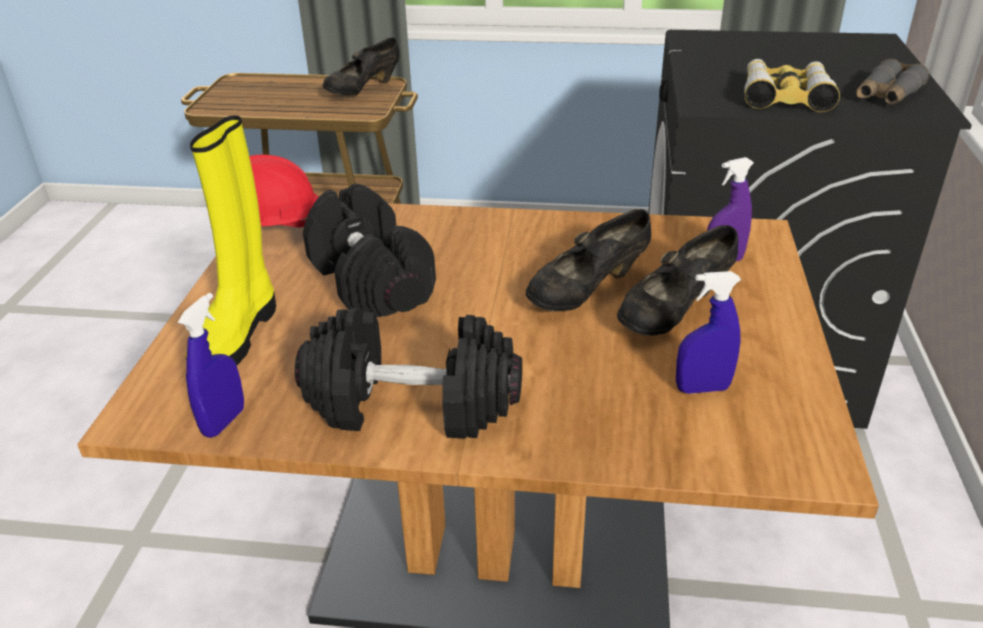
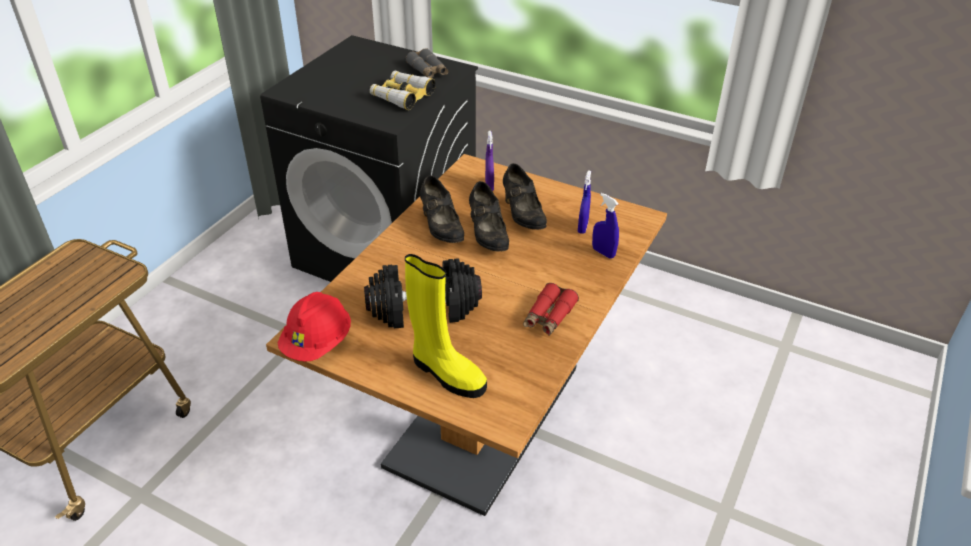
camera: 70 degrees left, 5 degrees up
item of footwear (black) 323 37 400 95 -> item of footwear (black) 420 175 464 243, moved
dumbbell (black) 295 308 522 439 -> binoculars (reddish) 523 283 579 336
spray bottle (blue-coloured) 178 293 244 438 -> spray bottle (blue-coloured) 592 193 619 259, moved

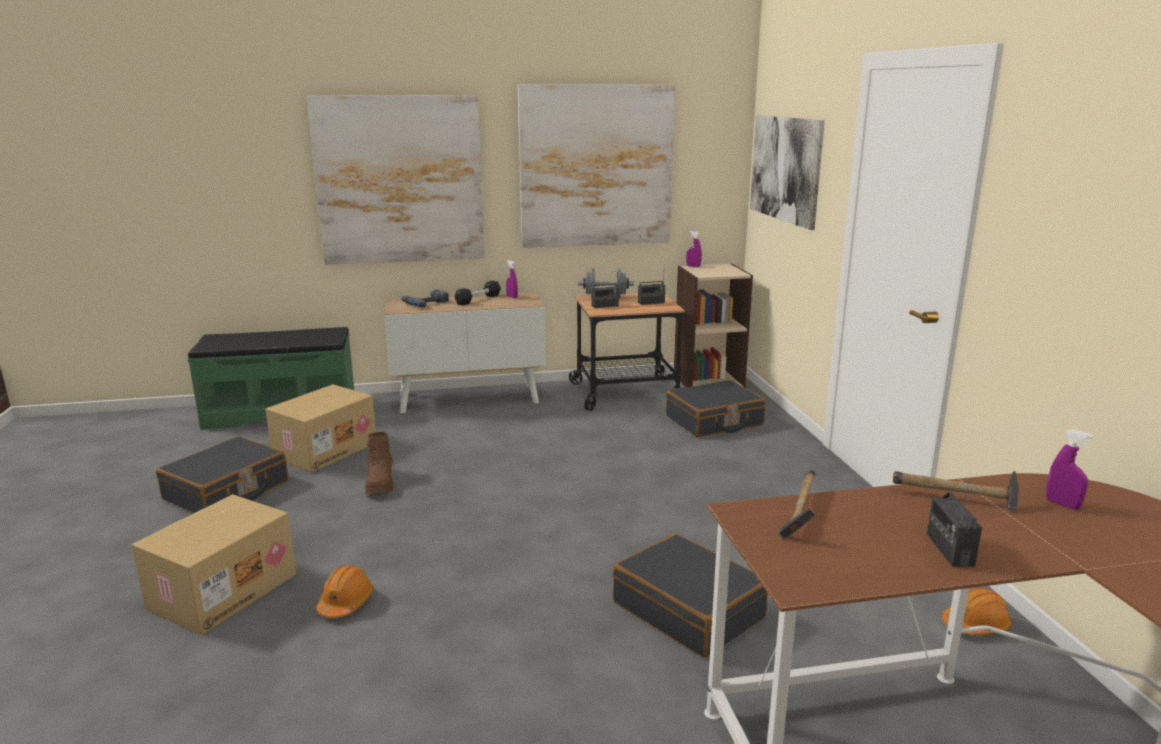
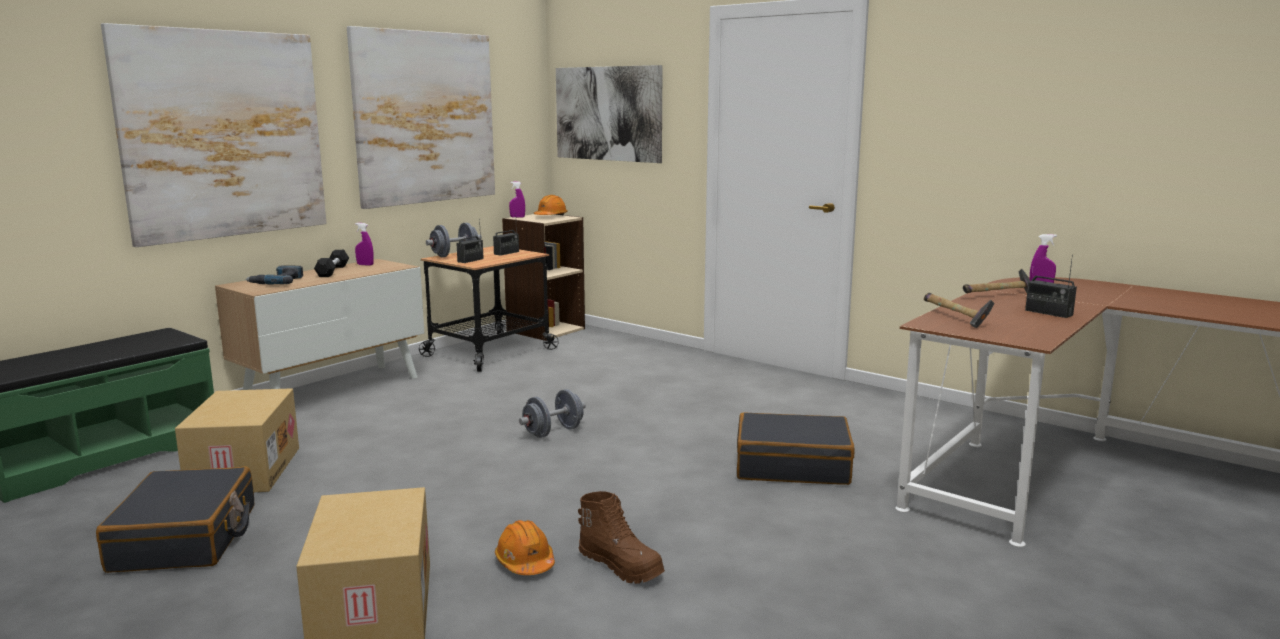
camera: 40 degrees left, 5 degrees down
none -> dumbbell (greyish) 519 389 586 438
work helmet (orange) 942 588 1012 635 -> work helmet (orange) 534 195 568 215, moved
boot (brownish) 365 432 395 494 -> boot (brownish) 578 491 665 584, moved
travel case (black) 666 380 766 437 -> none

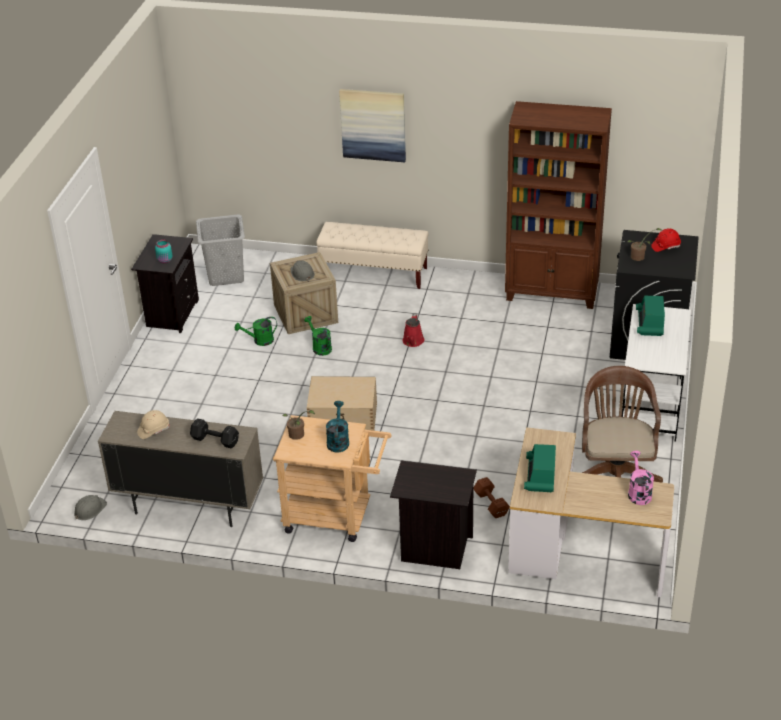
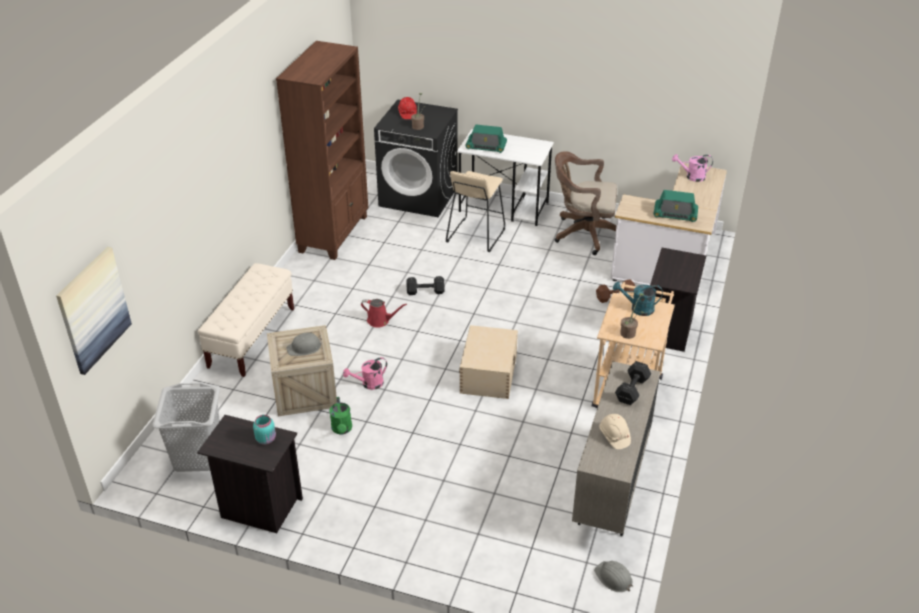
camera: 85 degrees left, 0 degrees up
picture 339 89 406 162 -> picture 56 247 132 375, moved
watering pot (greenish) 304 316 332 356 -> watering pot (pink) 343 357 387 390
none -> dumbbell (black) 406 276 445 295
none -> sitting stool (sand-coloured) 446 171 505 252

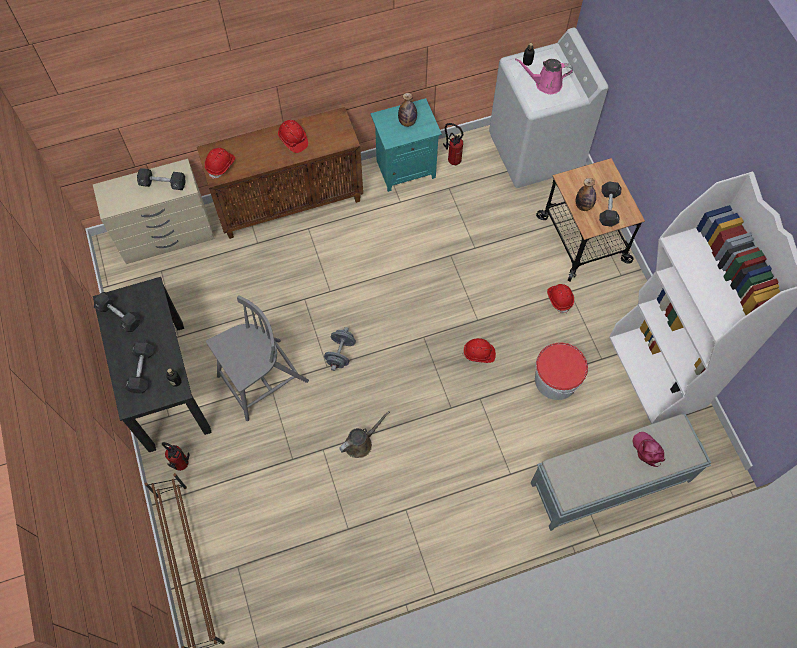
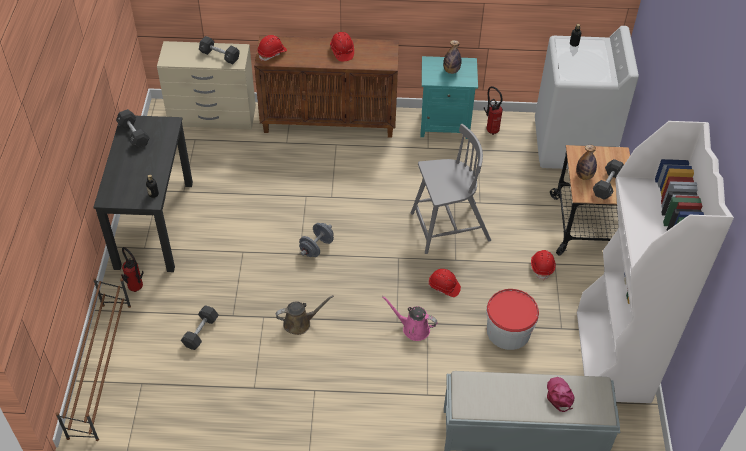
camera: 20 degrees right, 15 degrees down
dumbbell (black) 125 342 154 394 -> dumbbell (black) 181 305 219 350, moved
watering pot (pink) 515 58 573 94 -> watering pot (pink) 382 296 438 341, moved
plain chair (greyish) 206 295 309 421 -> plain chair (greyish) 411 124 491 254, moved

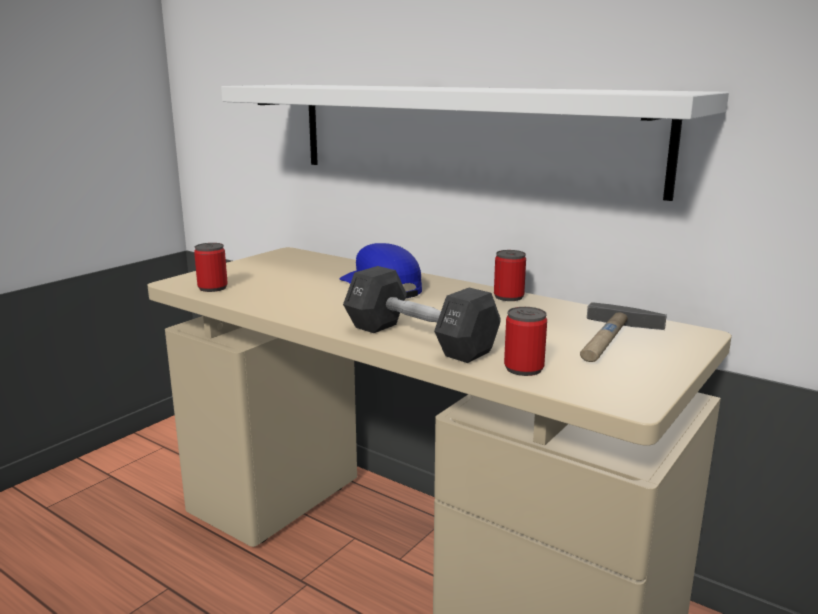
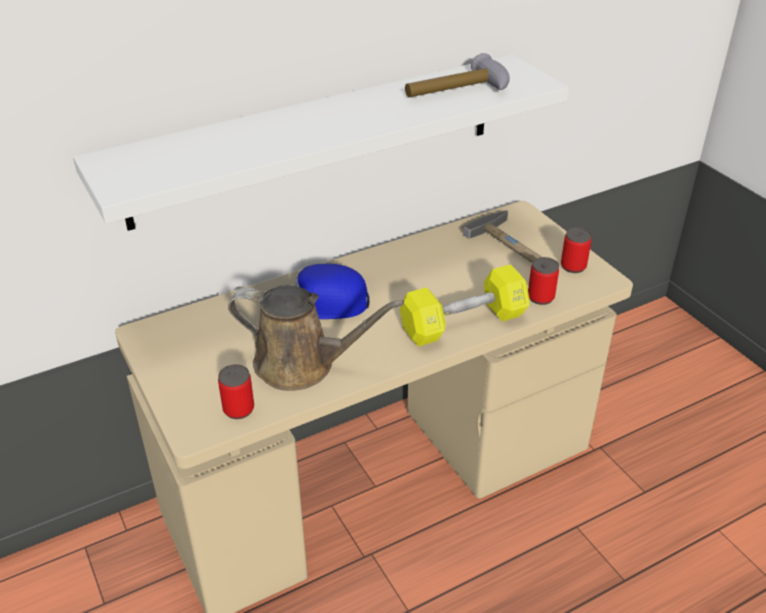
camera: 65 degrees left, 20 degrees up
none -> watering pot (brownish) 228 285 404 391
dumbbell (black) 343 266 501 363 -> dumbbell (yellowish) 400 265 530 346
none -> tool hammer 405 53 510 97
sealed can 494 250 526 301 -> sealed can 561 227 592 273, moved

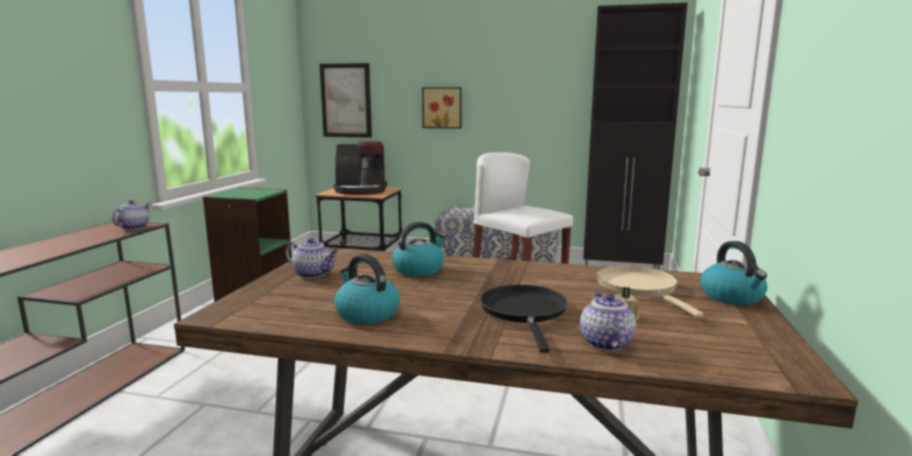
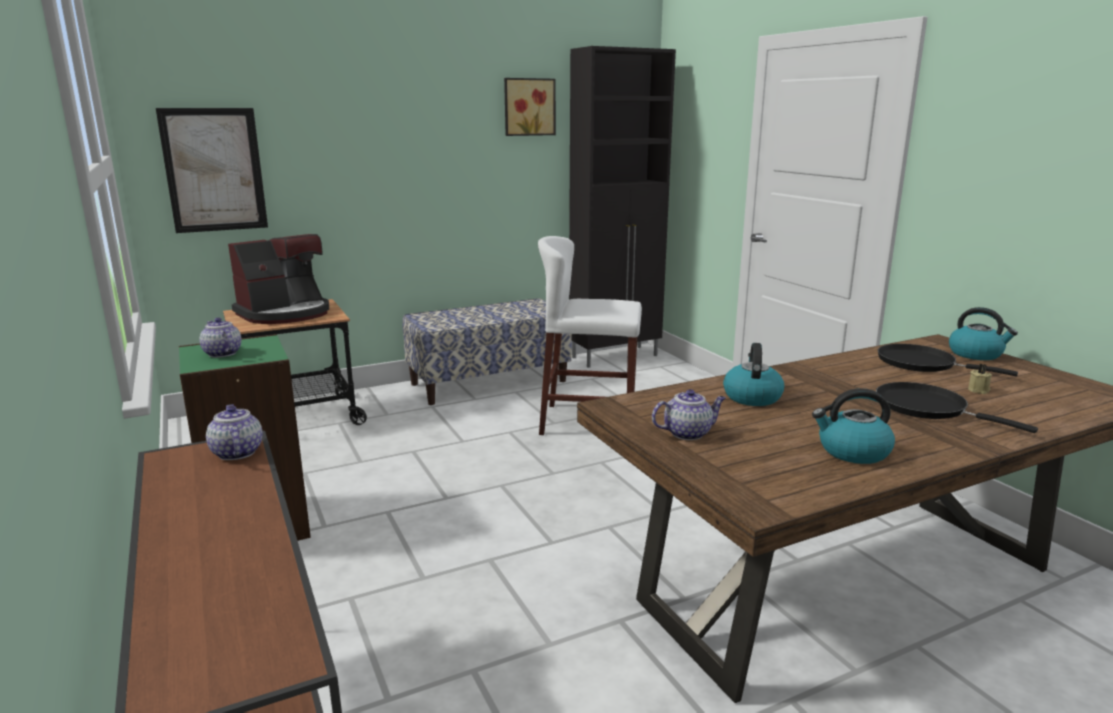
camera: 40 degrees left, 5 degrees up
teapot 580 292 636 351 -> teapot 199 318 242 358, moved
picture 422 87 461 129 -> picture 504 78 556 136, moved
pan (sand-coloured) 596 265 704 318 -> pan (black) 878 344 1018 376

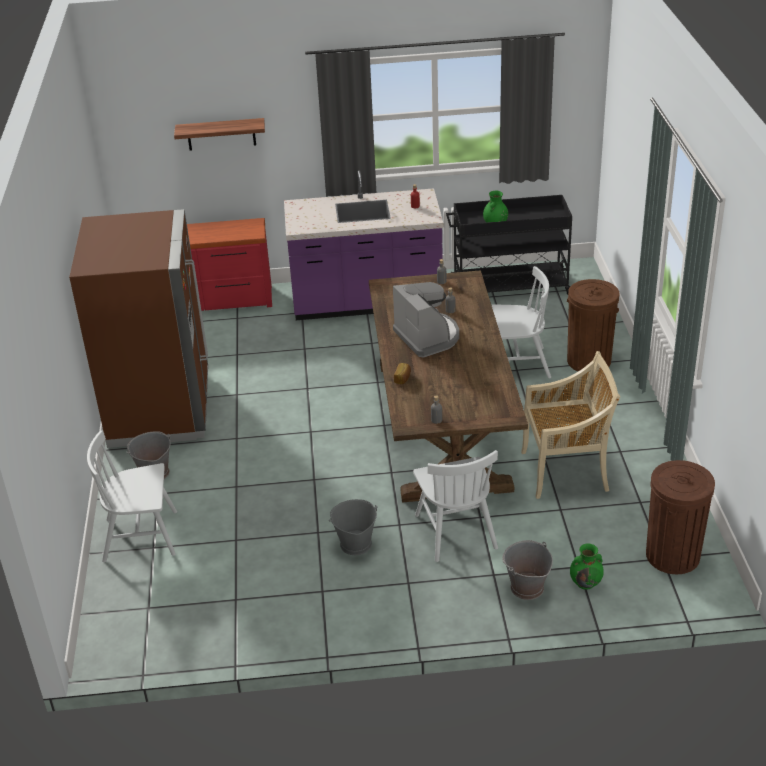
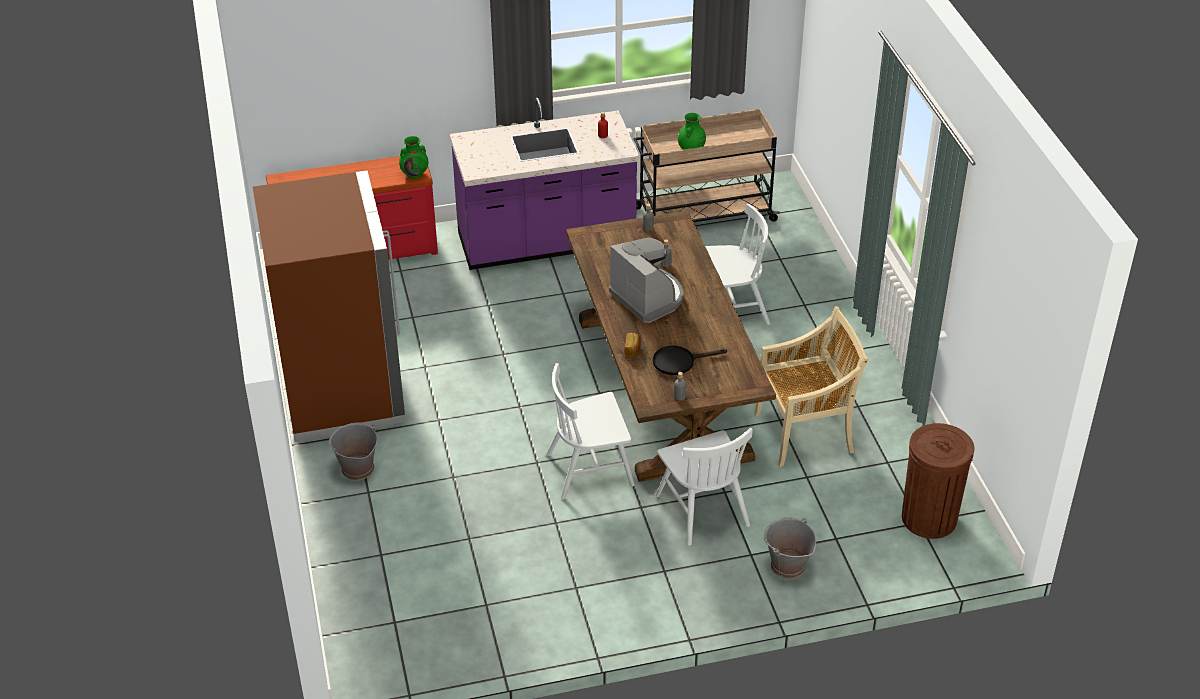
camera: 10 degrees left, 5 degrees up
decorative vase (greenish) 570 543 604 590 -> decorative vase (greenish) 399 136 428 179, moved
plain chair (whitish) 87 430 177 562 -> plain chair (whitish) 546 363 635 499, moved
trolley (black) 446 195 572 294 -> trolley (sand-coloured) 634 109 780 222
none -> pan (black) 653 346 727 375
wall shelf 174 118 265 151 -> none
water bucket (greyish) 329 499 378 555 -> none
trash can (brownish) 567 279 619 371 -> none

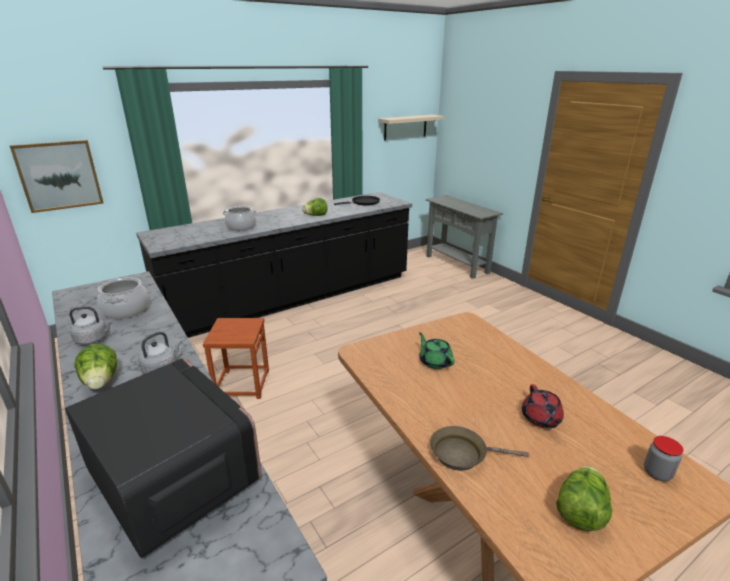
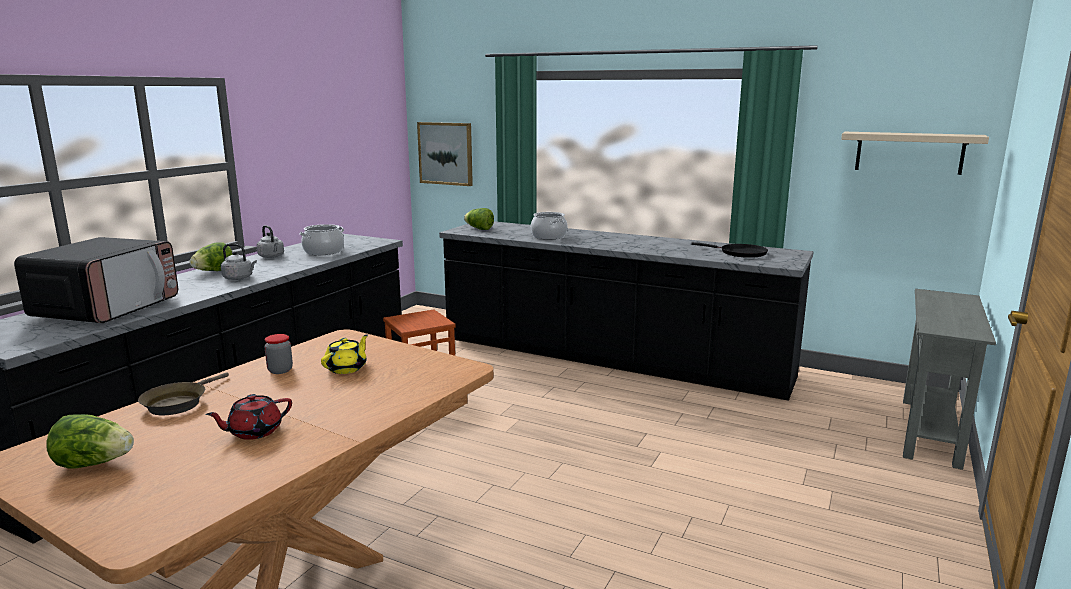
camera: 60 degrees right, 10 degrees down
pan (brownish) 430 426 529 471 -> pan (brownish) 138 372 229 415, 135 degrees counterclockwise
jar 644 436 683 481 -> jar 264 334 293 374, moved
teapot (greenish) 419 332 455 369 -> teapot (yellowish) 321 334 368 374
head of lettuce 302 198 328 216 -> head of lettuce 464 208 494 230, moved

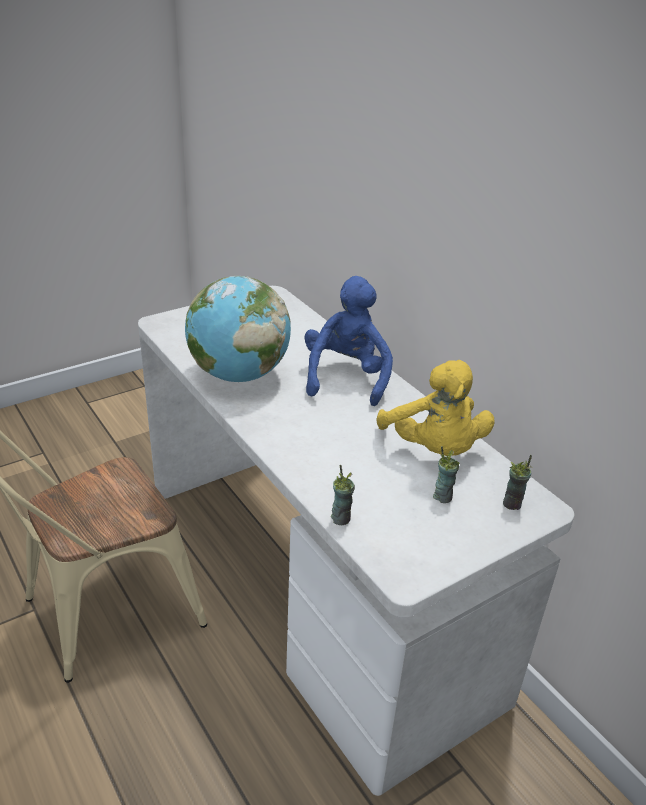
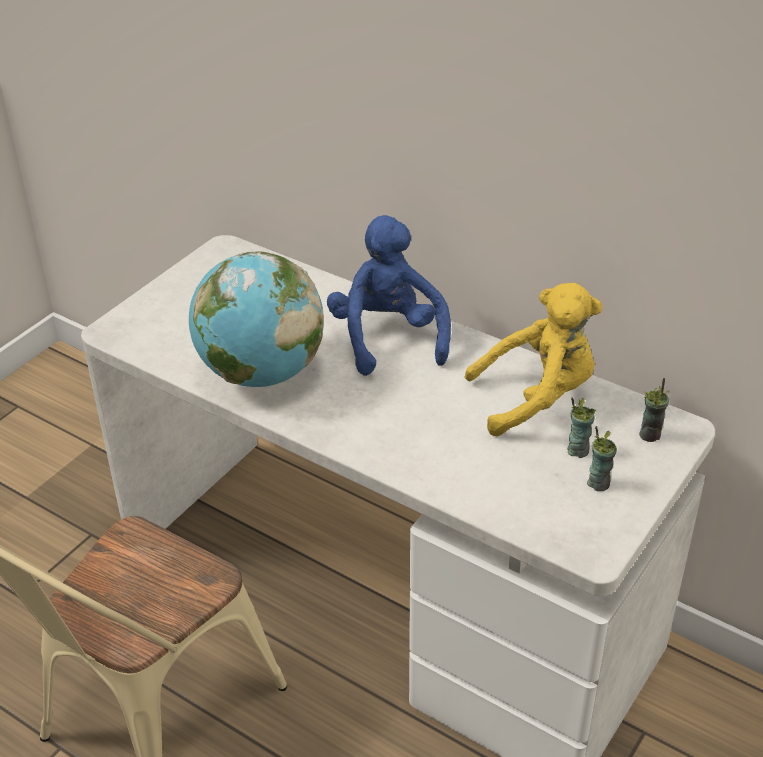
camera: 20 degrees left, 5 degrees up
cuddly toy (yellowish) 376 360 495 456 -> cuddly toy (yellowish) 464 283 602 437, 60 degrees counterclockwise
drinking cup 331 465 355 525 -> drinking cup 587 426 617 491, moved

